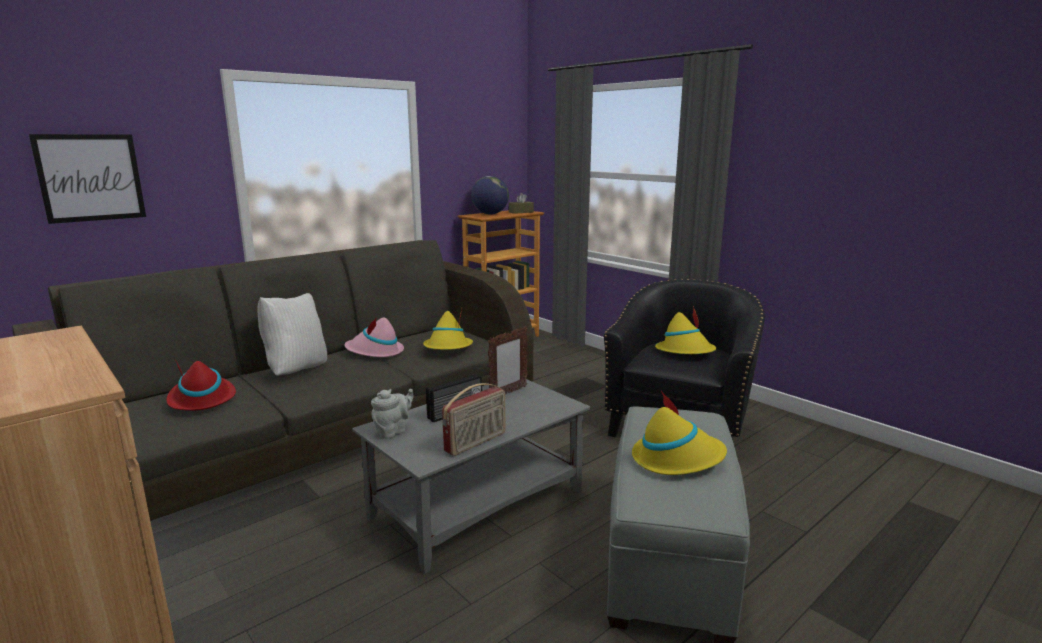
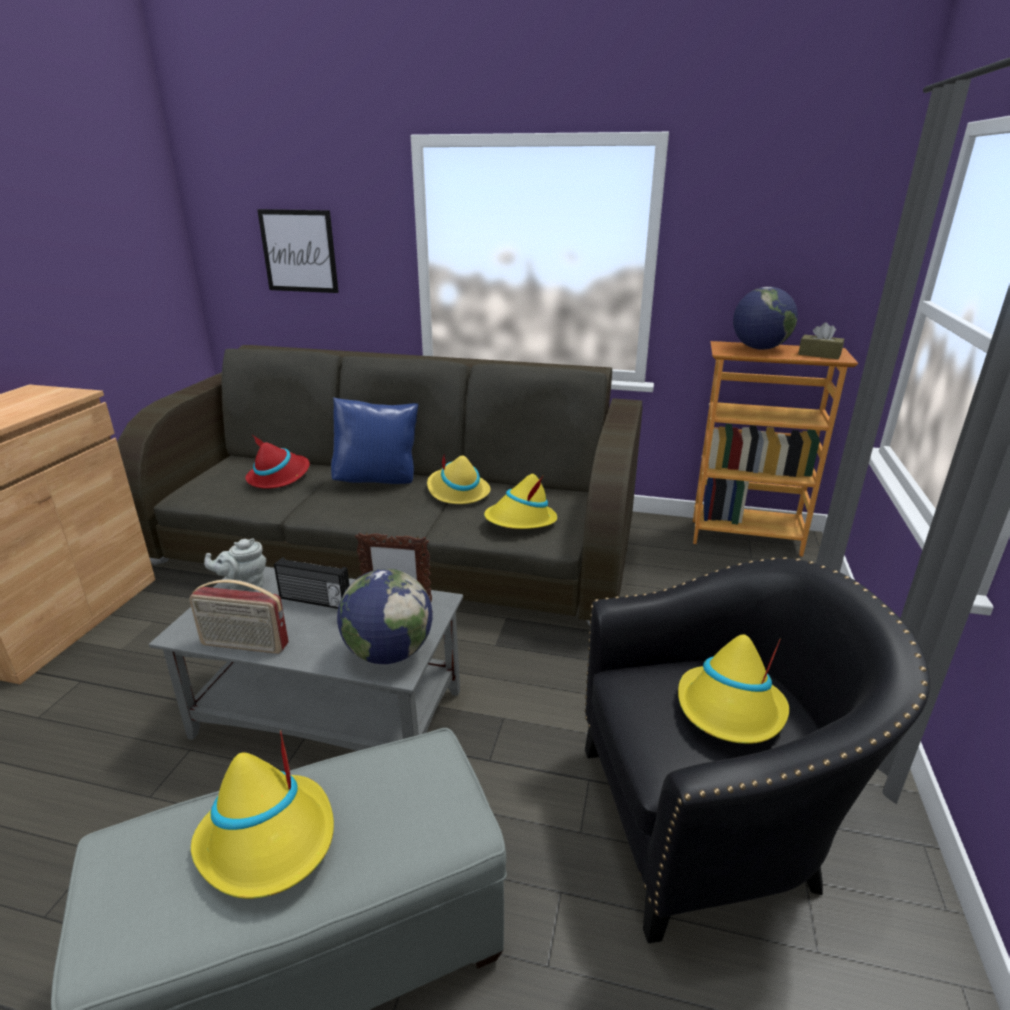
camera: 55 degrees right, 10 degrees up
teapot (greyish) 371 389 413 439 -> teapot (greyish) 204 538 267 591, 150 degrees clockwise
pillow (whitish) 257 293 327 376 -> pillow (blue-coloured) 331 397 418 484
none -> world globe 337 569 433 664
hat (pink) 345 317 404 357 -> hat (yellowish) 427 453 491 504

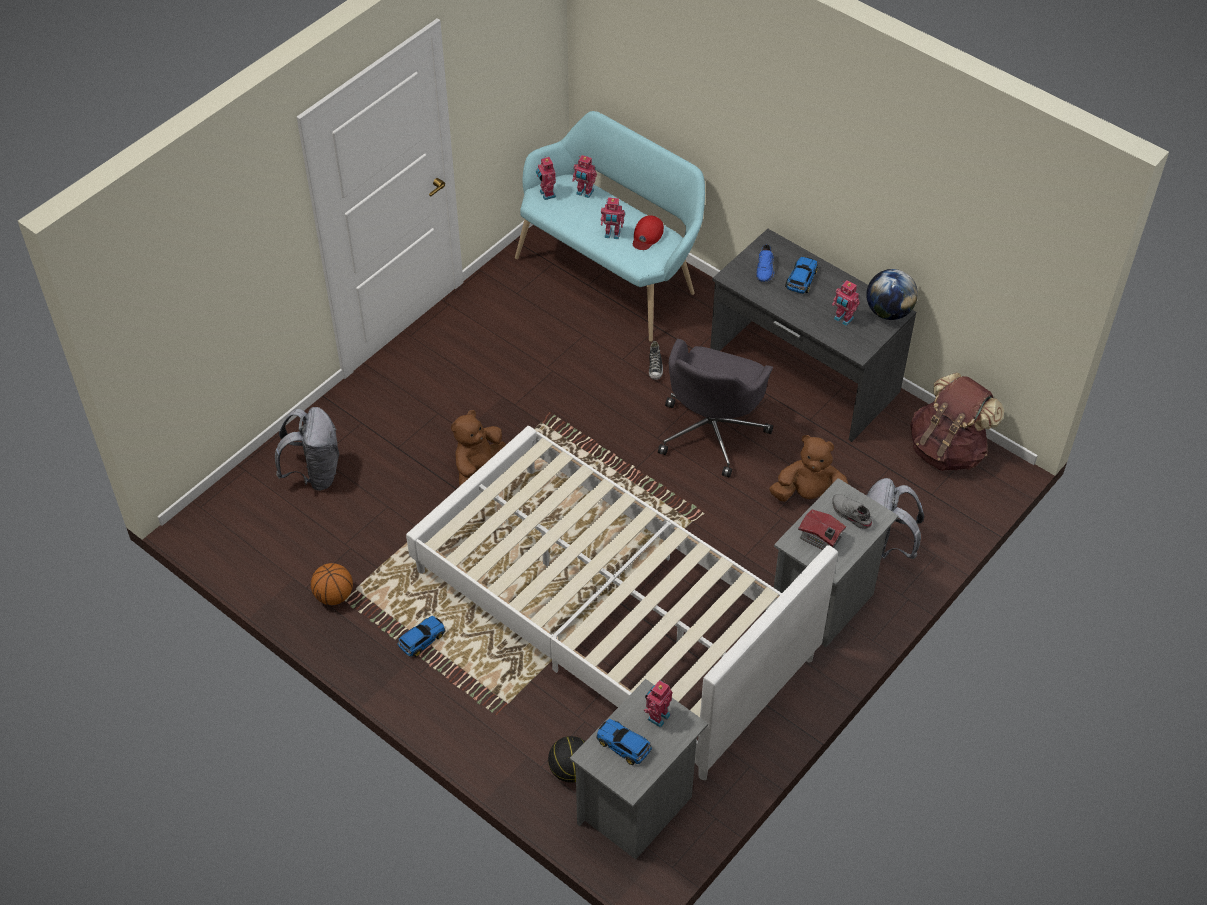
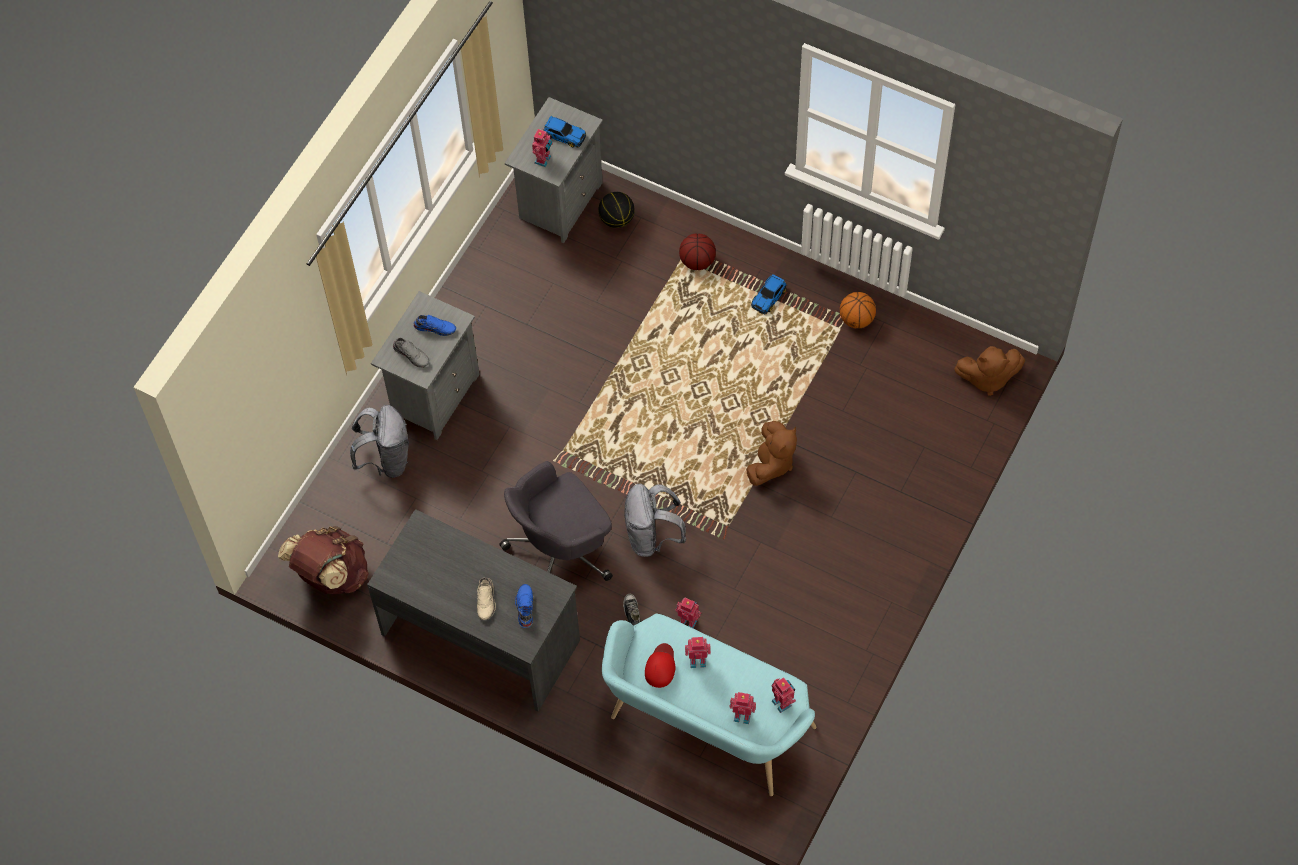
camera: 170 degrees right, 10 degrees up
model house 798 510 846 550 -> item of footwear (blue-coloured) 413 315 456 336
toy car 785 257 818 294 -> item of footwear (sand-coloured) 477 577 496 620
computer chair (greyish) 658 339 773 477 -> computer chair (greyish) 499 461 613 581, 135 degrees counterclockwise
knapsack (greyish) 275 407 339 491 -> knapsack (greyish) 625 484 686 557, moved
toy robot 832 280 860 326 -> toy robot 675 598 701 628, moved
none -> basketball 679 234 716 270
cuddly toy (brownish) 769 435 848 501 -> cuddly toy (brownish) 954 346 1025 396, moved
bedroom bed (whitish) 406 426 838 780 -> none
world globe 866 269 918 320 -> none

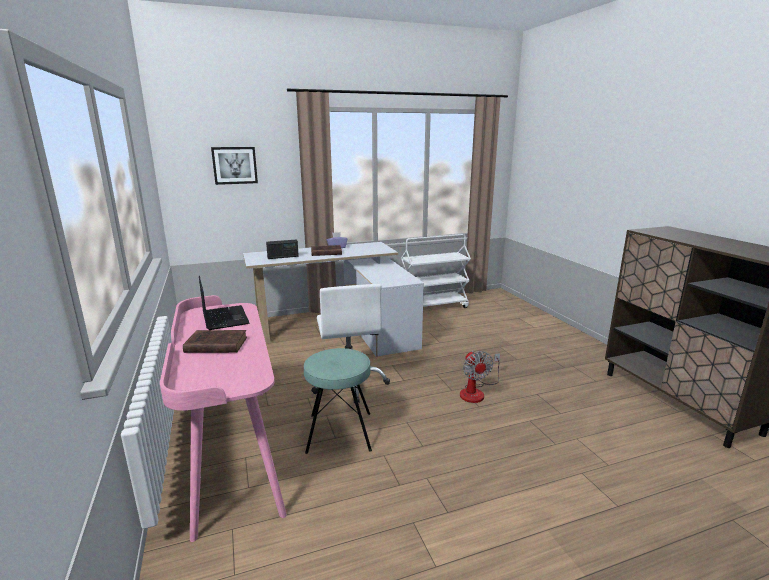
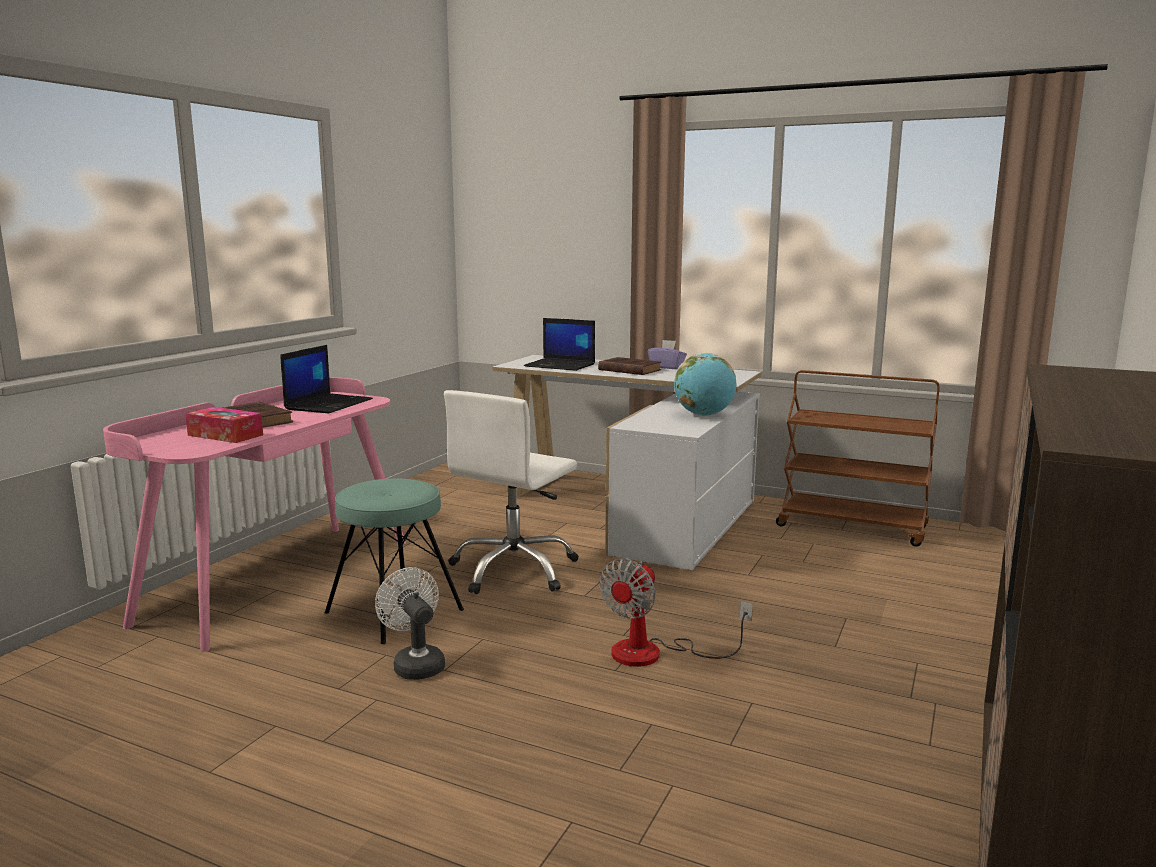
camera: 45 degrees right, 5 degrees down
none -> tissue box 185 407 263 443
none -> electric fan (whitish) 375 567 445 680
radio 266 240 299 259 -> portable computer 524 318 595 371
none -> world globe 674 353 736 416
trolley (whitish) 401 234 471 308 -> trolley (brownish) 776 370 940 547
picture 211 147 258 185 -> none

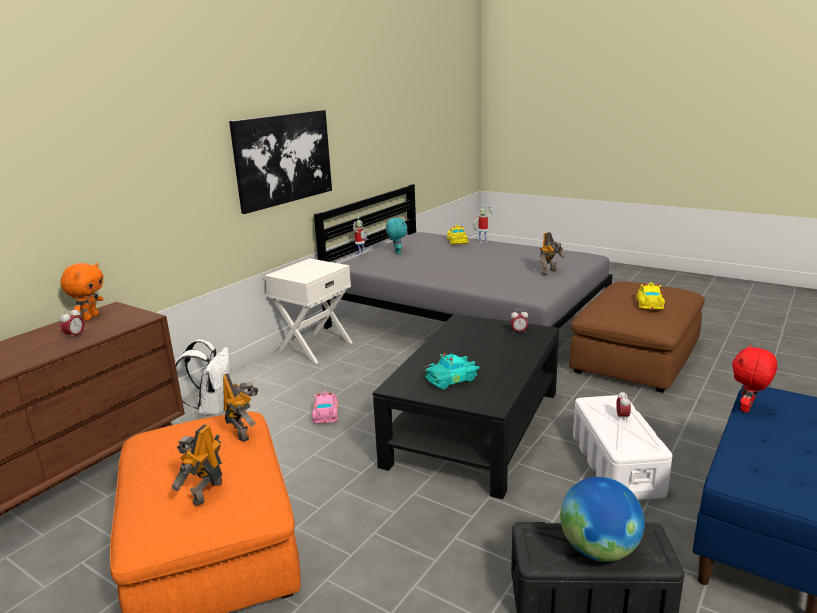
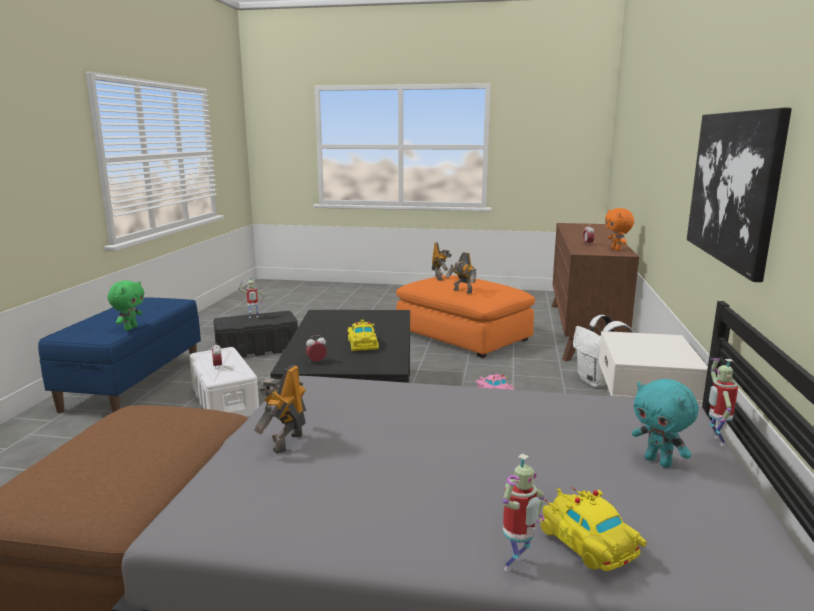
camera: 155 degrees right, 5 degrees down
cuddly toy (reddish) 732 344 777 413 -> cuddly toy (greenish) 108 281 144 331
world globe 560 477 645 562 -> toy robot 238 277 265 318
toy car (yellowish) 636 282 665 310 -> toy car (yellowish) 348 319 379 351, moved
toy car (turquoise) 425 353 480 389 -> none

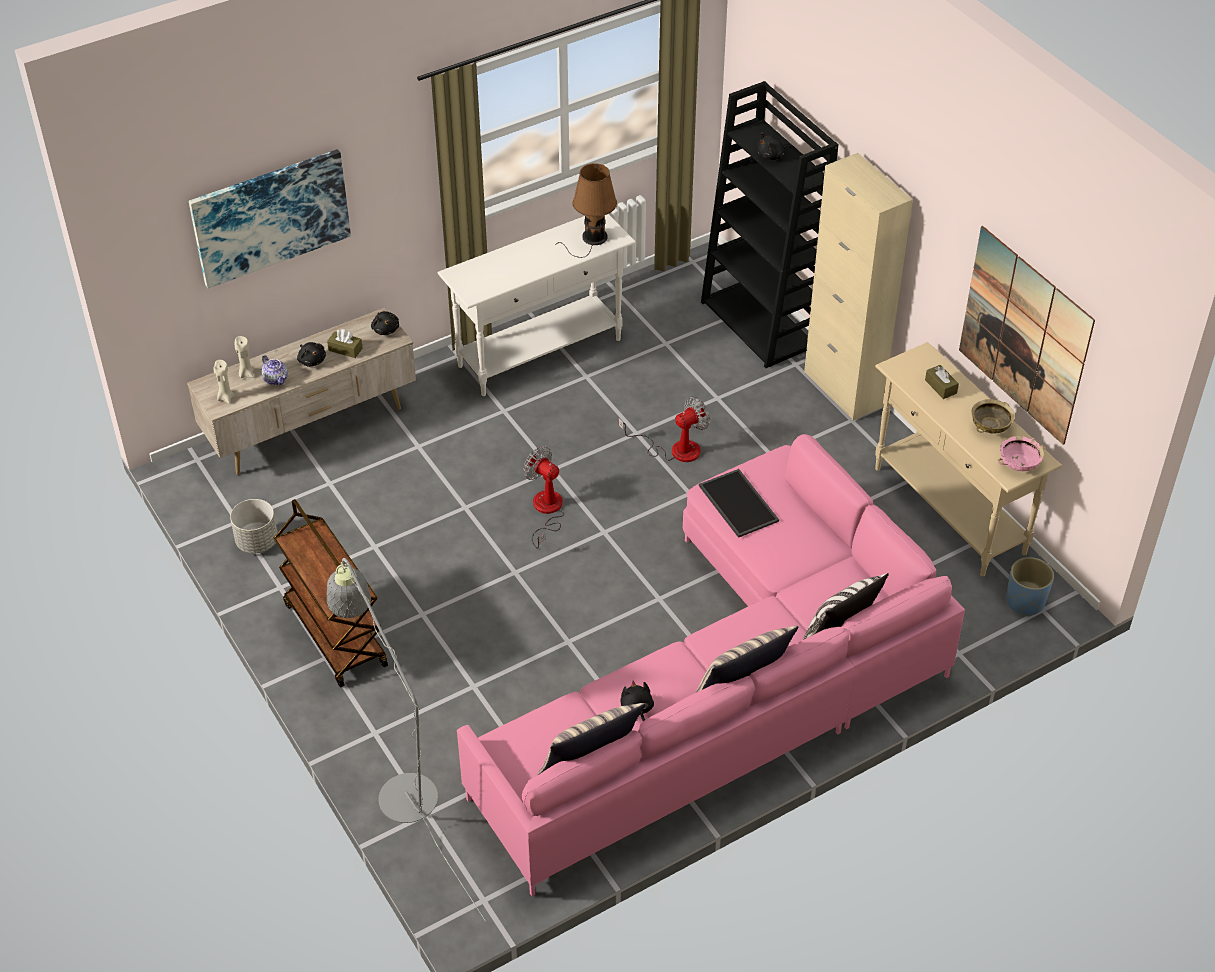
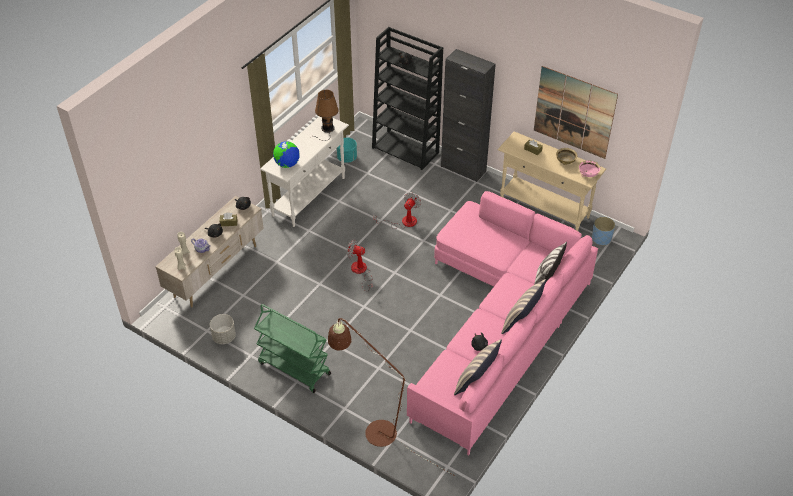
camera: 25 degrees left, 0 degrees up
trolley (brownish) 274 499 388 687 -> trolley (greenish) 254 304 331 393
none -> world globe 273 141 300 168
floor lamp (greyish) 327 558 486 922 -> floor lamp (brownish) 328 318 455 476
none -> plant pot (turquoise) 337 138 357 163
cabinet (sand-coloured) 804 153 913 421 -> cabinet (black) 441 49 496 182
picture 189 149 351 288 -> none
serving tray 699 469 779 538 -> none

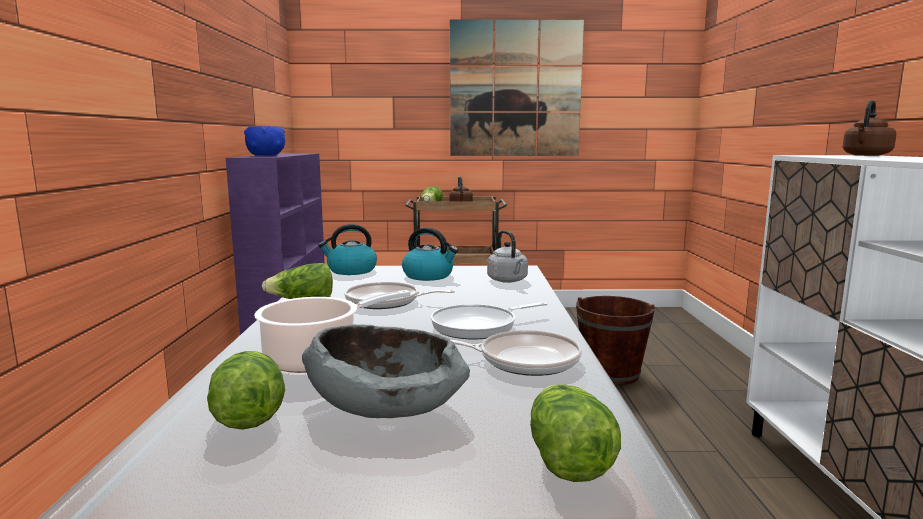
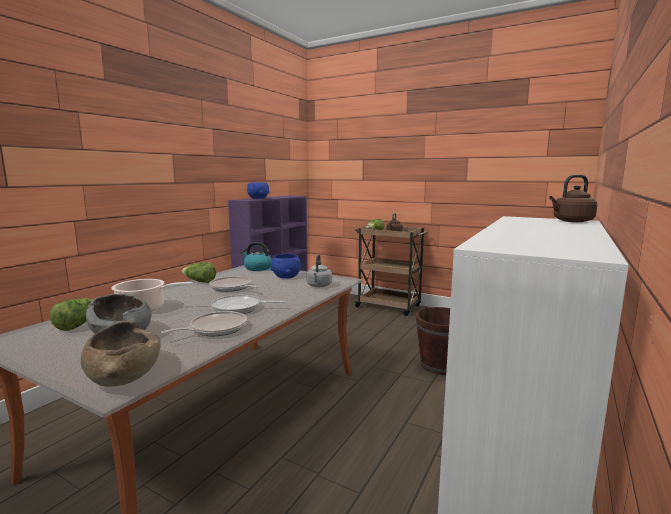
camera: 30 degrees right, 0 degrees up
head of lettuce 530 384 621 482 -> serving bowl (brownish) 81 320 161 387
pan 451 330 582 376 -> pan 161 311 247 336, 75 degrees counterclockwise
water kettle 402 227 458 281 -> serving bowl (blue-coloured) 270 254 301 279
picture 450 19 584 156 -> none

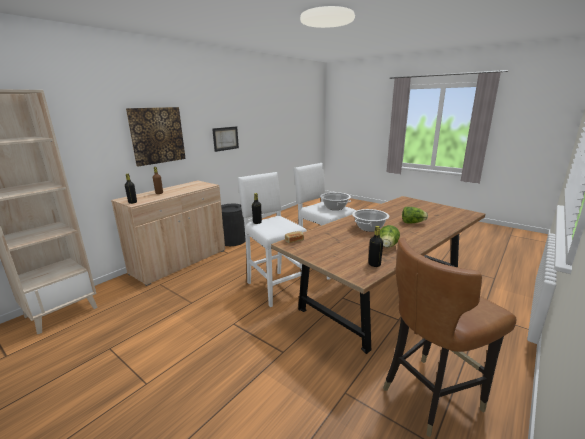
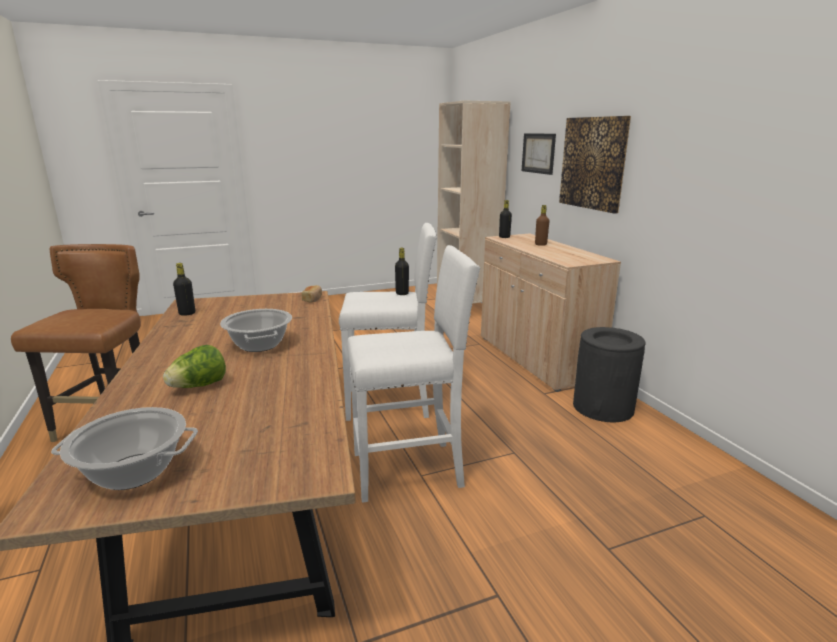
camera: 120 degrees right, 0 degrees up
cooking pot 320 192 351 210 -> cooking pot 51 407 198 490, moved
picture 212 126 239 152 -> picture 522 133 556 175, moved
head of lettuce 380 225 400 247 -> none

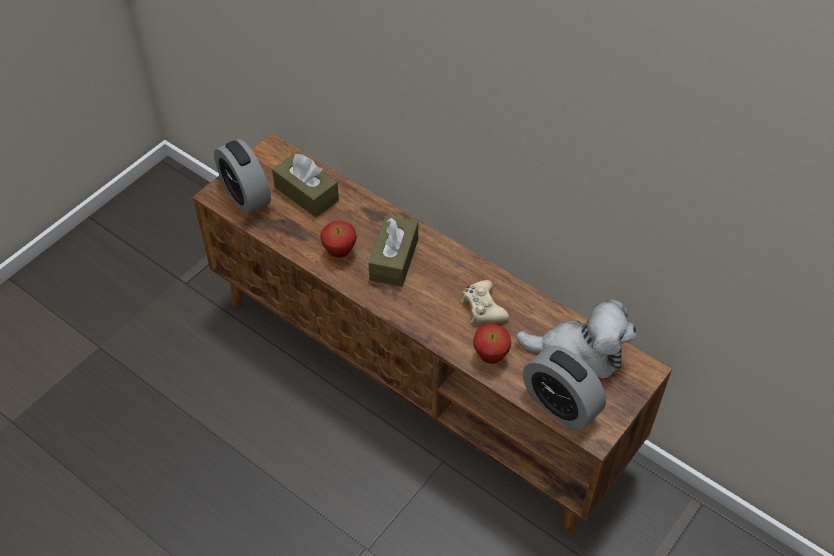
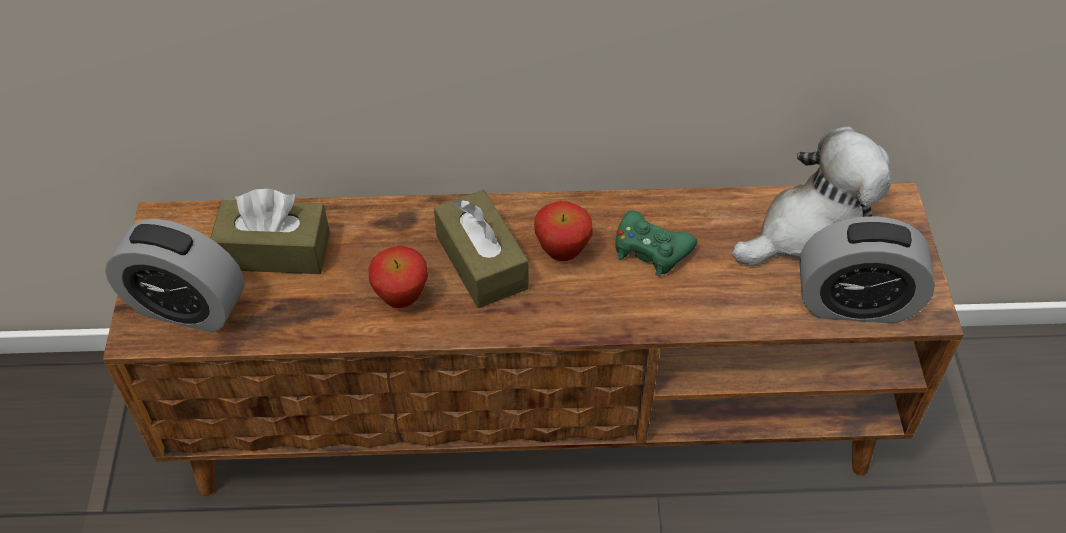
camera: 40 degrees left, 0 degrees up
whole apple 473 324 511 364 -> whole apple 534 201 593 261, moved
joypad (sand-coloured) 461 280 509 324 -> joypad (greenish) 615 210 697 277

